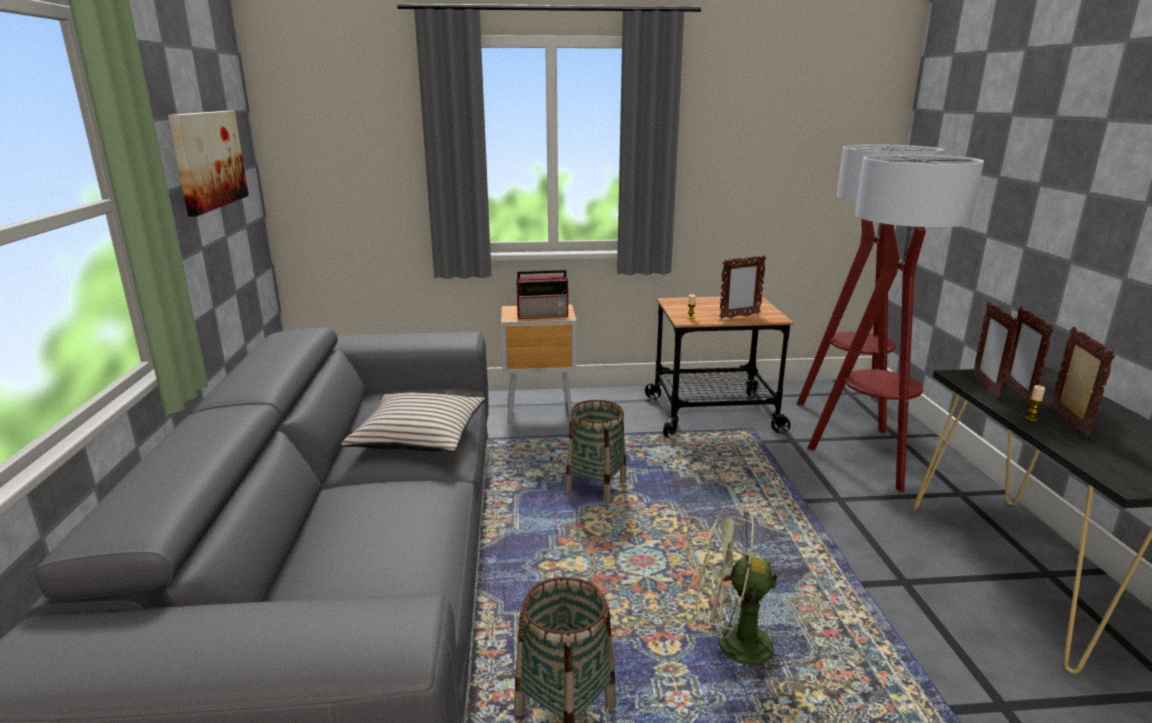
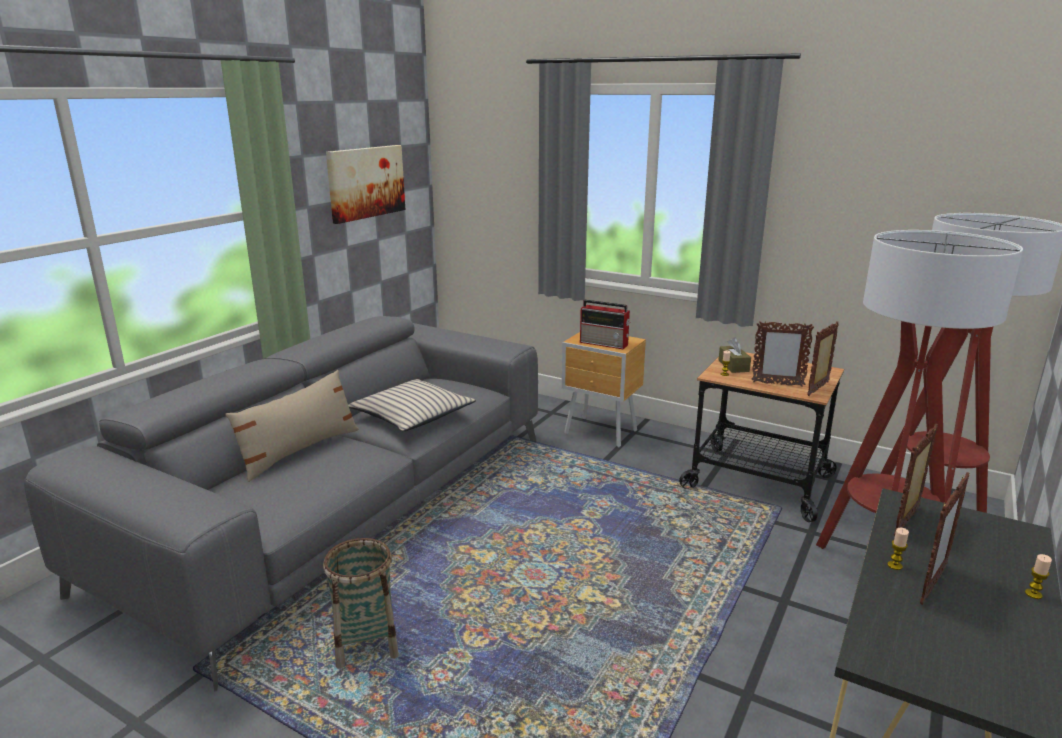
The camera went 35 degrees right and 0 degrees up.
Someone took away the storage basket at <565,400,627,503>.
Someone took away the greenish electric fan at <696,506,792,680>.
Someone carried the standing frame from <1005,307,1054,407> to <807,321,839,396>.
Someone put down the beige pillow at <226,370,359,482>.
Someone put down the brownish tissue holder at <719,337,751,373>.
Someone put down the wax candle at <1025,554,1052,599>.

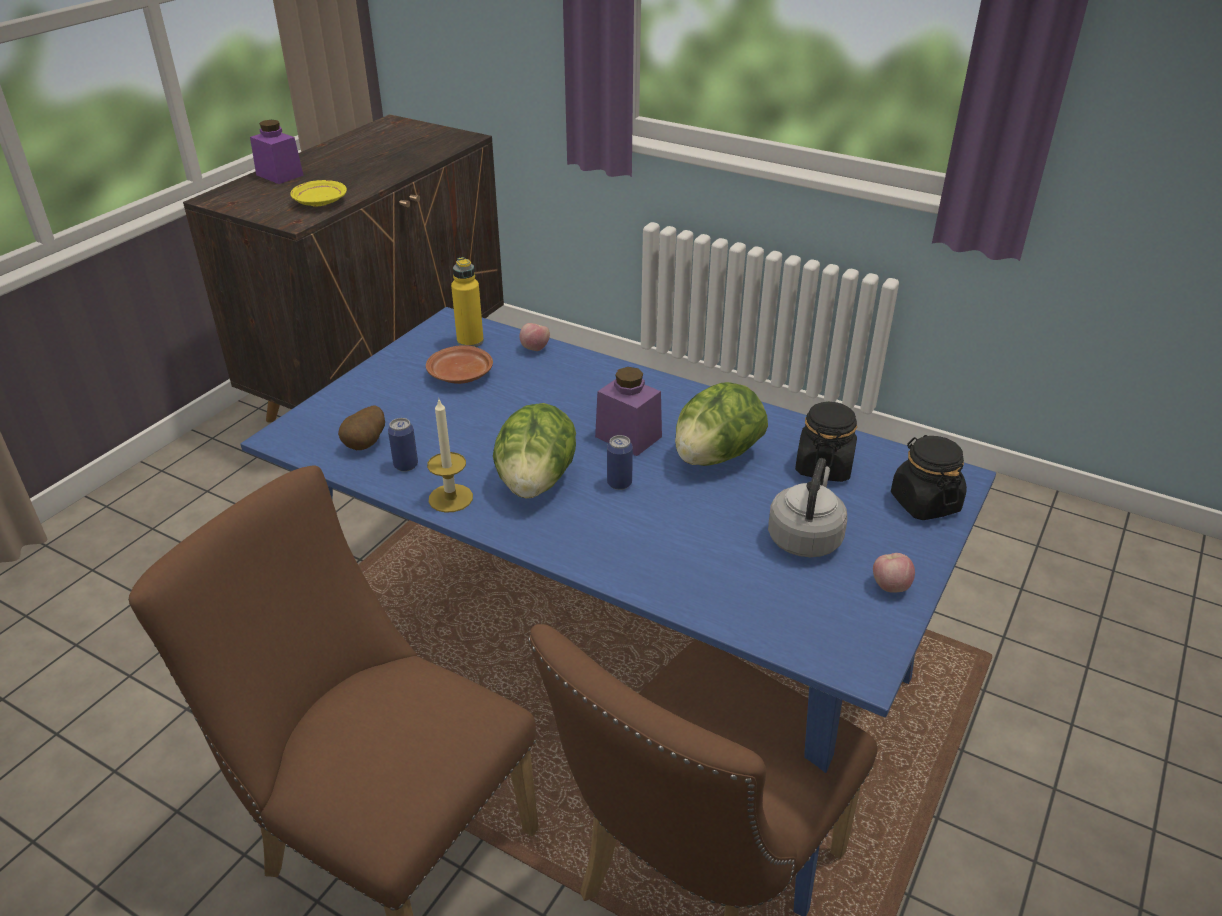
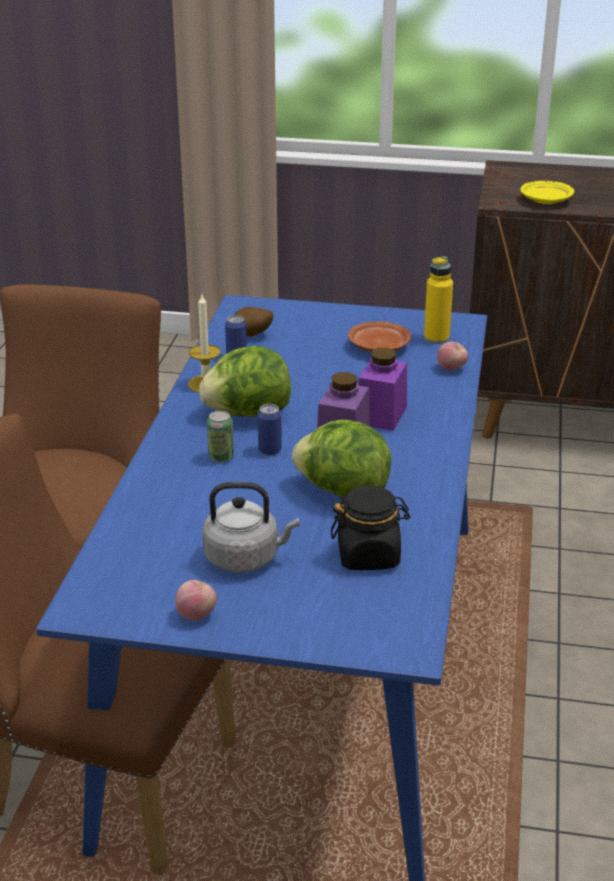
The camera went 70 degrees right and 5 degrees down.
Someone carried the purple-coloured storage jar from <250,120,304,184> to <358,348,407,431>.
Someone took away the blackish storage jar at <891,435,967,520>.
Someone put down the metal can at <207,410,234,462>.

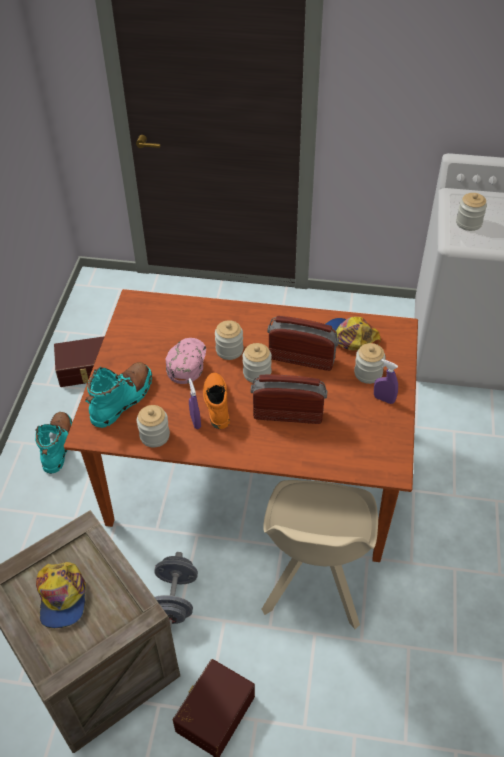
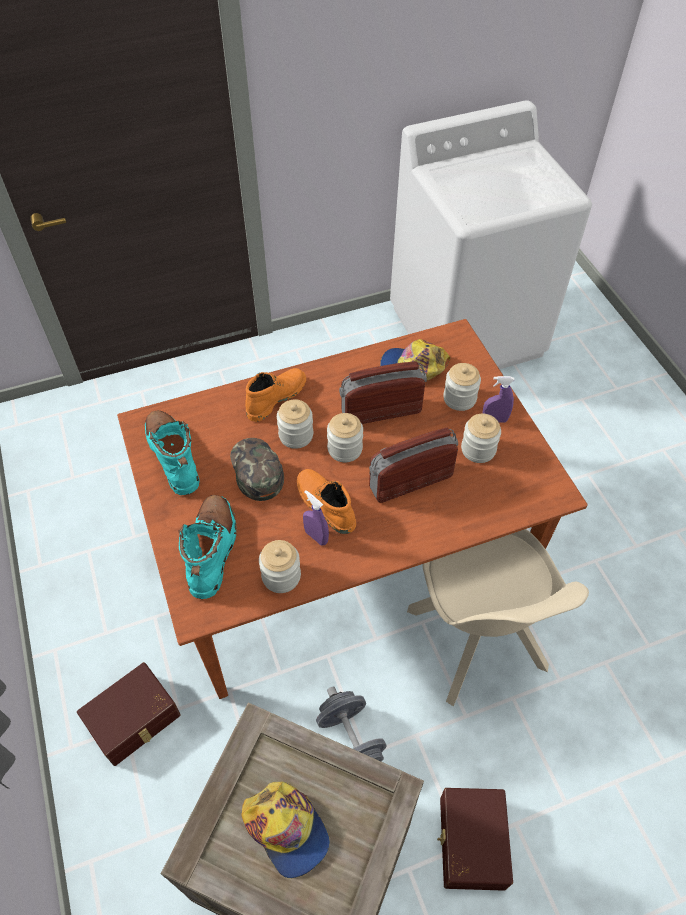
The camera went 30 degrees left and 5 degrees up.
Someone carried the turquoise-coloured high-top boot from <35,412,72,474> to <145,410,200,495>.
Someone carried the brownish storage container from <54,336,105,387> to <77,662,181,766>.
Someone repainted the pink baseball cap at <166,338,206,384>, which became the greenish baseball cap at <230,438,284,501>.
Someone carried the storage jar from <456,193,487,231> to <461,414,501,463>.
Someone put down the orange high-top boot at <245,368,306,422>.

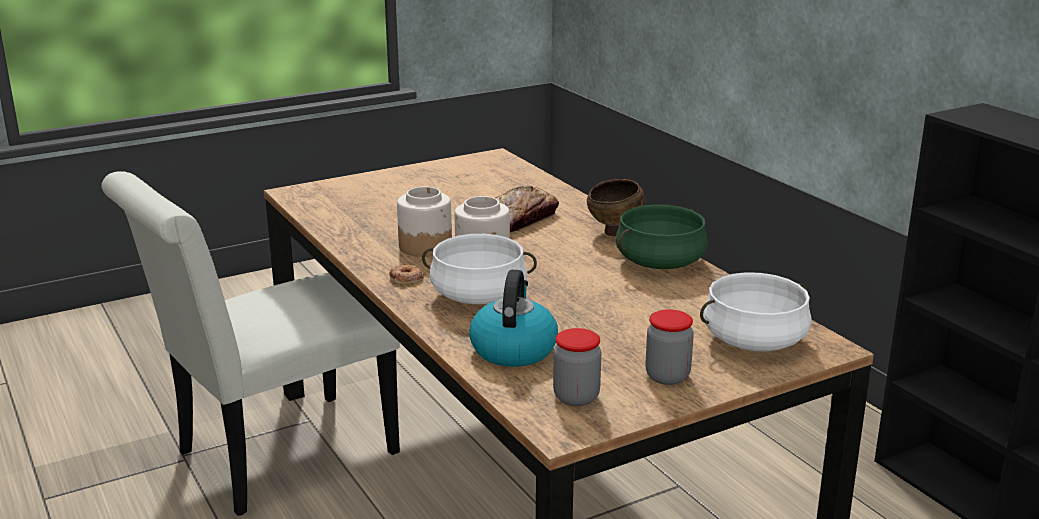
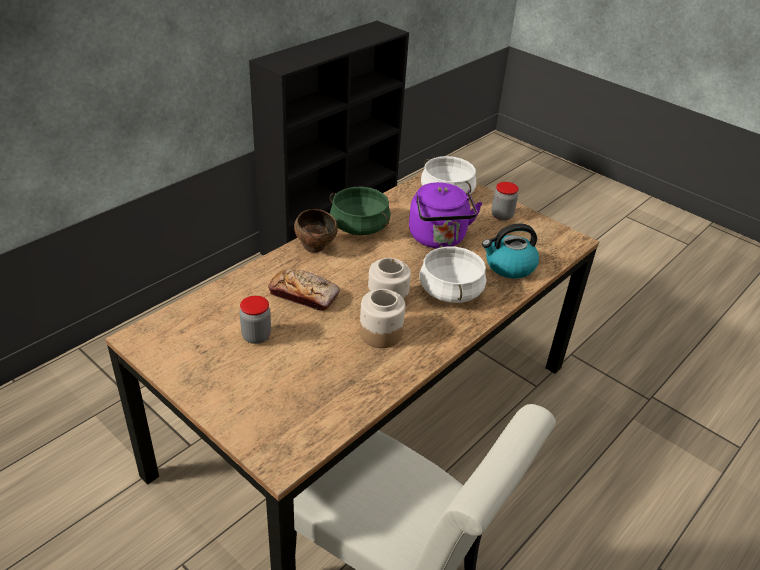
The camera went 110 degrees left and 15 degrees up.
Someone took away the doughnut at <389,265,424,284>.
Someone carried the storage jar from <553,328,601,406> to <240,296,271,344>.
Someone put down the purple-coloured tea kettle at <409,182,482,248>.

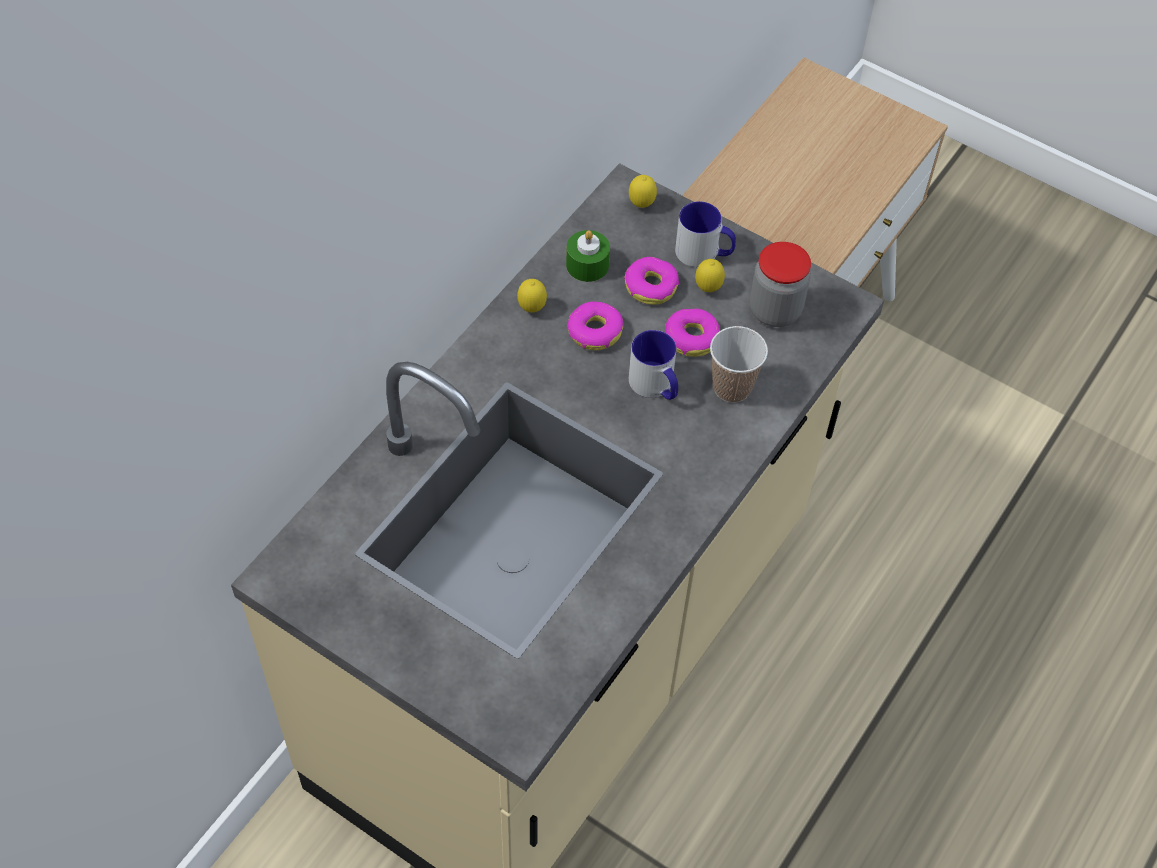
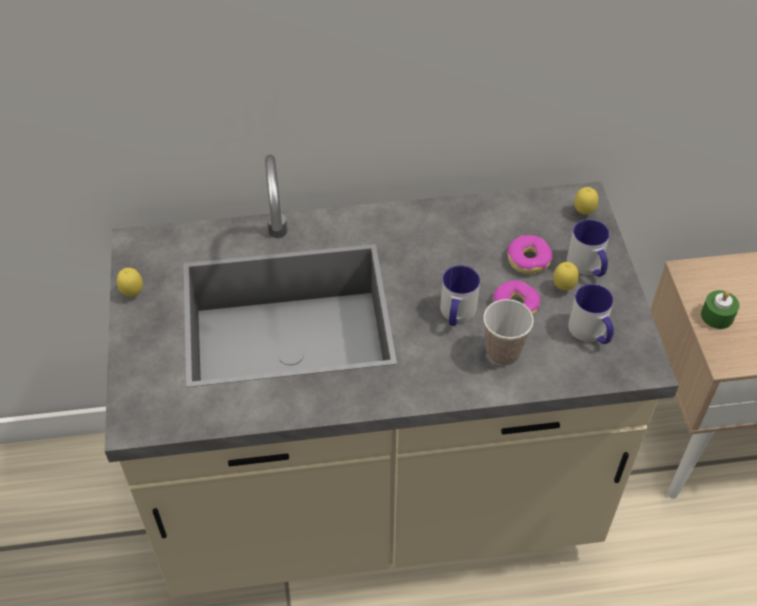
The camera went 50 degrees right and 5 degrees down.
Someone carried the whole lemon from <517,279,547,312> to <117,268,143,297>.
Someone carried the greenish wax candle from <566,230,610,282> to <701,290,739,329>.
Someone took away the doughnut at <568,301,624,350>.
Someone swapped the storage jar at <750,242,811,327> for the tea mug at <568,284,614,344>.

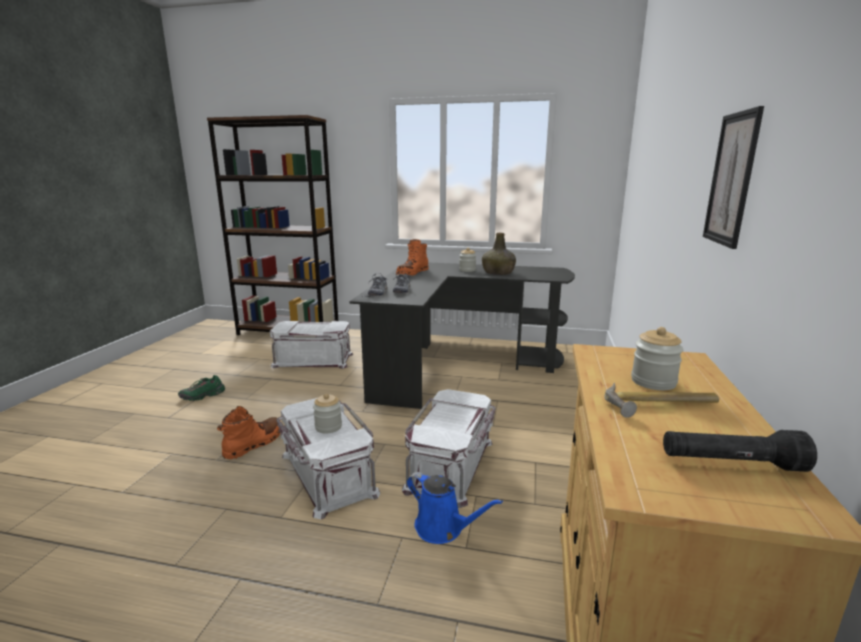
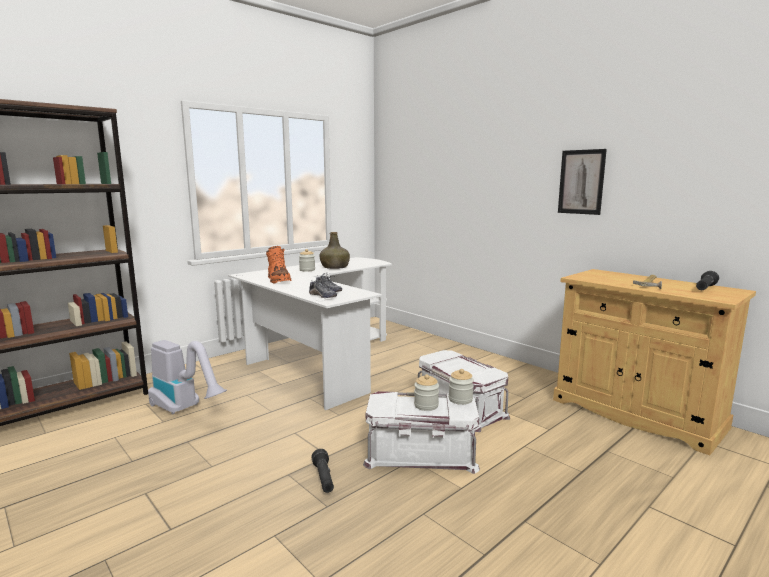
The camera went 55 degrees left and 5 degrees down.
Someone took away the greenish low shoe at <178,375,225,401>.
Someone swapped the orange high-top boot at <217,406,280,459> for the blackish hand torch at <312,449,334,493>.
Someone swapped the whitish storage container at <270,321,353,369> for the vacuum at <148,340,227,414>.
Someone repainted the blackish desk at <350,263,575,409>, which became the whitish desk at <228,257,392,410>.
Someone took away the blue sprinkling can at <407,472,503,544>.
Someone carried the storage jar from <631,327,684,390> to <449,369,474,405>.

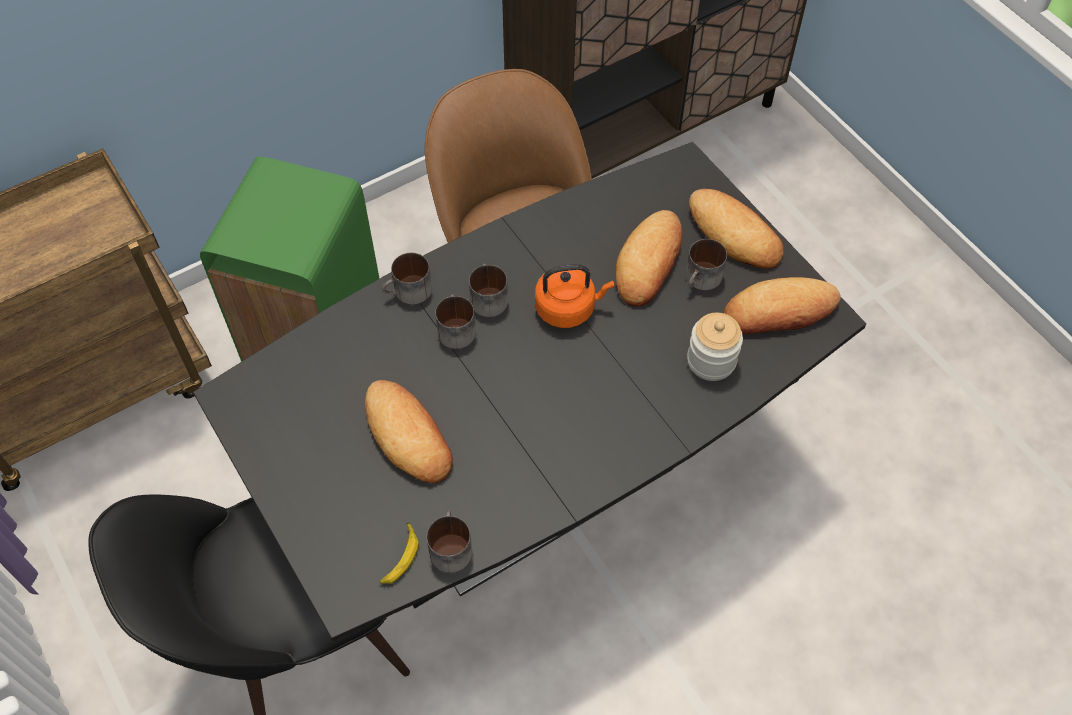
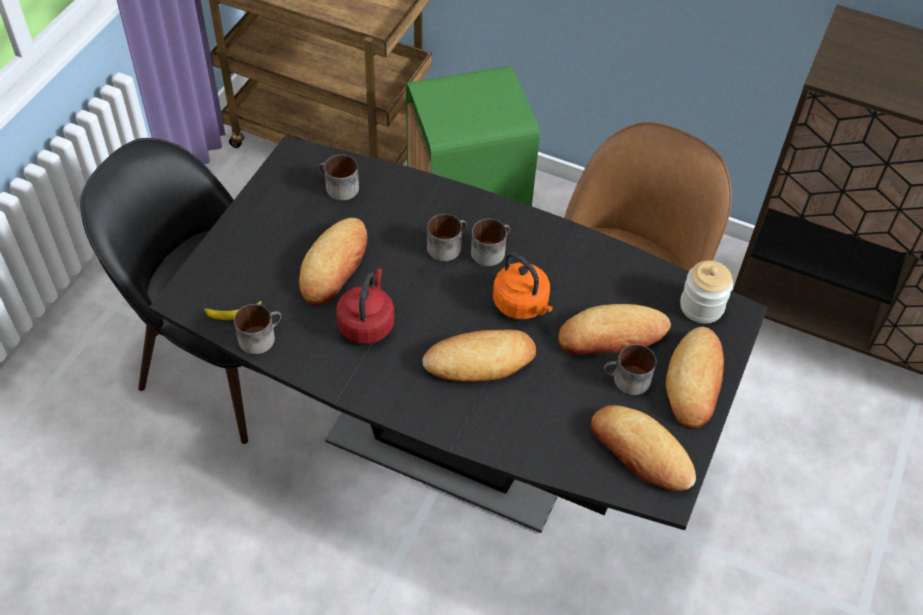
The camera went 55 degrees right and 5 degrees down.
Someone carried the tea mug from <382,253,432,304> to <318,154,359,201>.
Someone carried the storage jar from <687,313,743,381> to <680,260,733,324>.
Someone put down the red tea kettle at <336,268,394,344>.
Someone put down the baked bread at <423,330,536,382>.

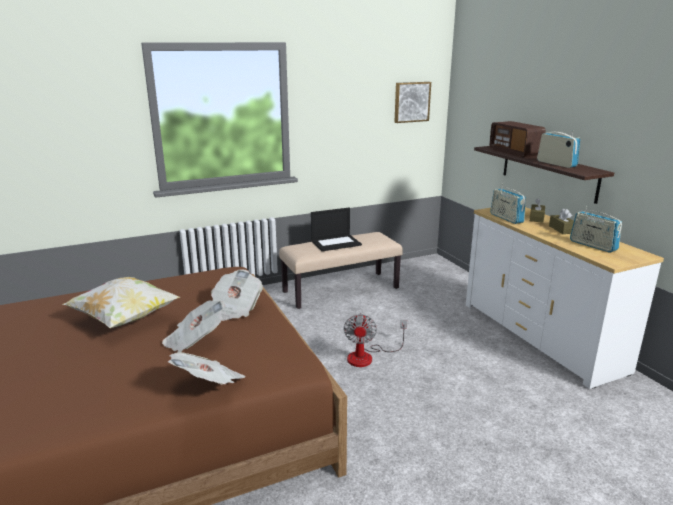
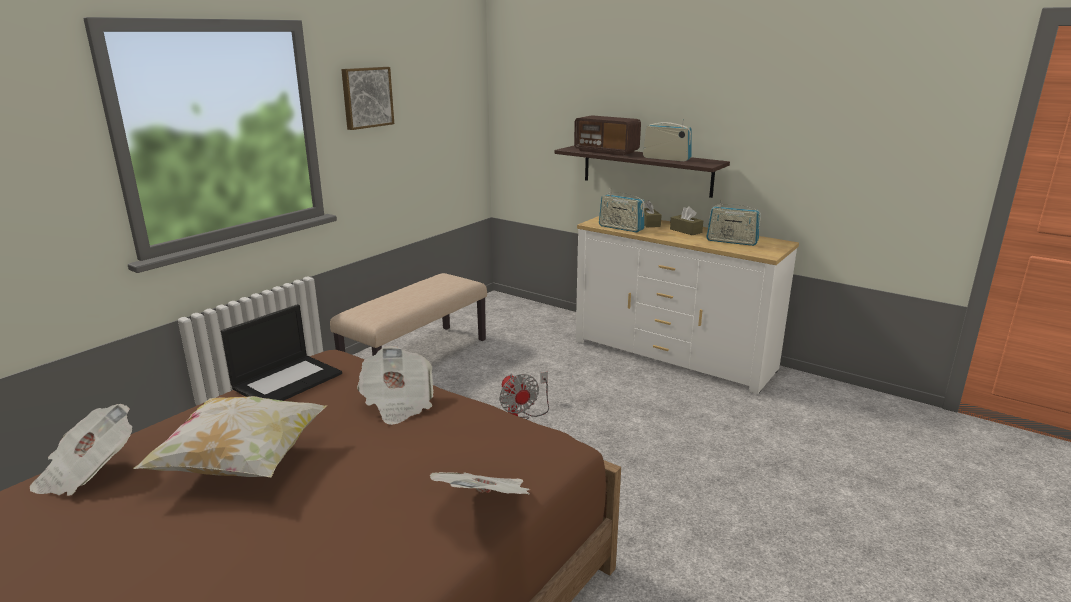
The camera went 30 degrees left and 0 degrees up.
Someone carried the printed paper from <162,300,225,352> to <30,404,132,496>.
Someone carried the portable computer from <311,208,362,251> to <221,304,342,401>.
Someone carried the wall art from <394,82,431,123> to <341,67,394,130>.

